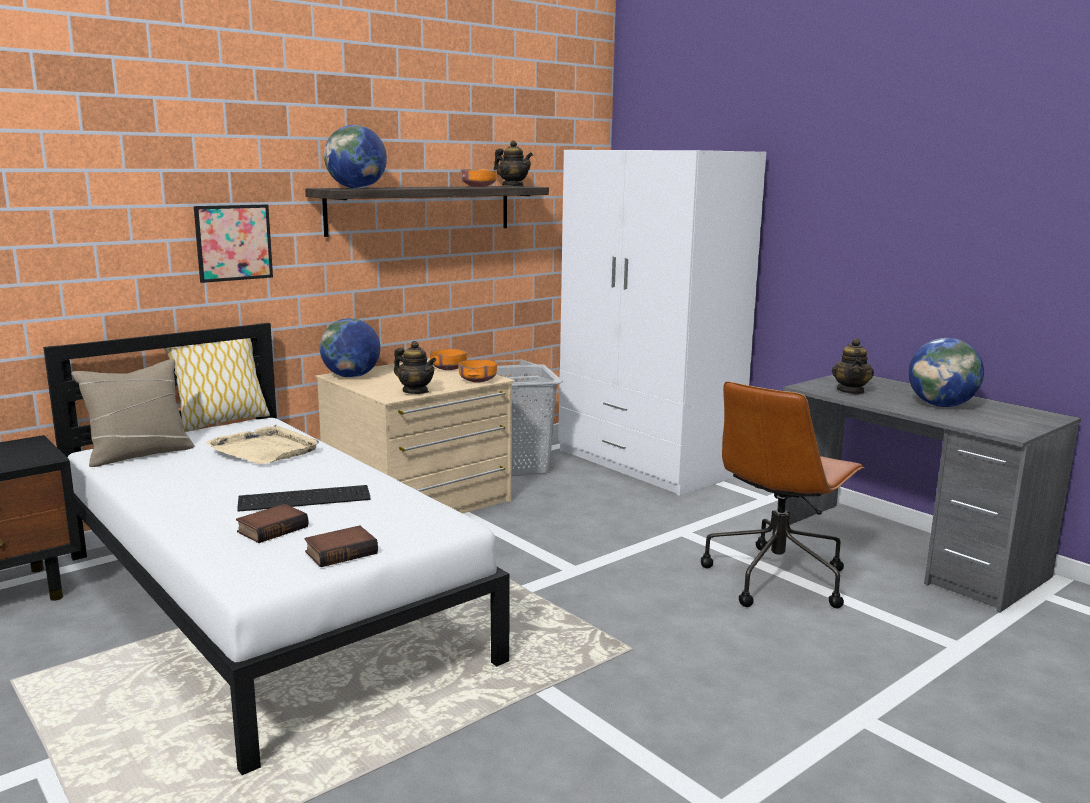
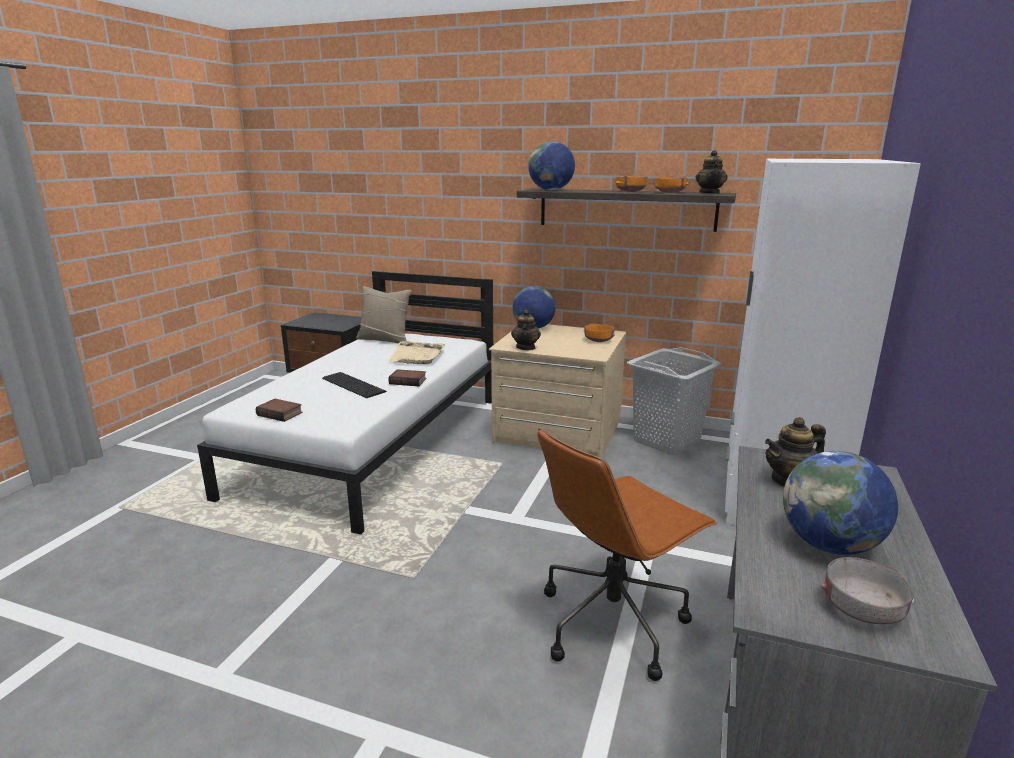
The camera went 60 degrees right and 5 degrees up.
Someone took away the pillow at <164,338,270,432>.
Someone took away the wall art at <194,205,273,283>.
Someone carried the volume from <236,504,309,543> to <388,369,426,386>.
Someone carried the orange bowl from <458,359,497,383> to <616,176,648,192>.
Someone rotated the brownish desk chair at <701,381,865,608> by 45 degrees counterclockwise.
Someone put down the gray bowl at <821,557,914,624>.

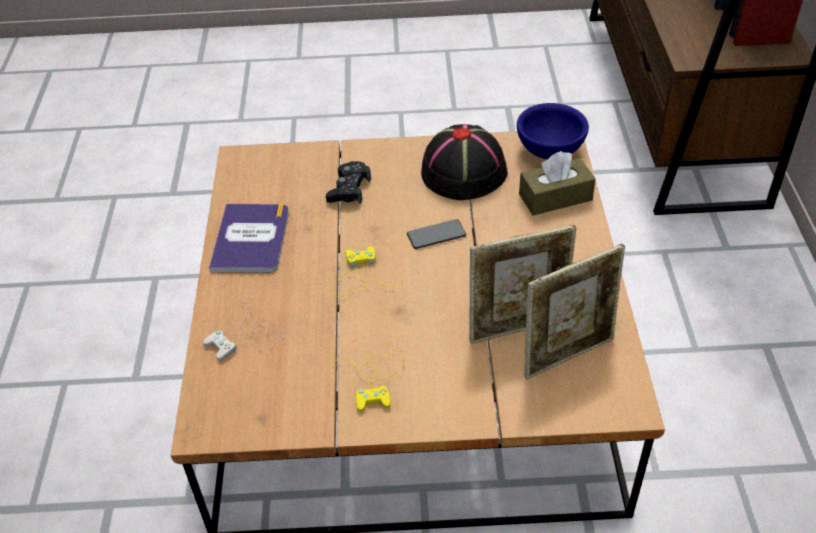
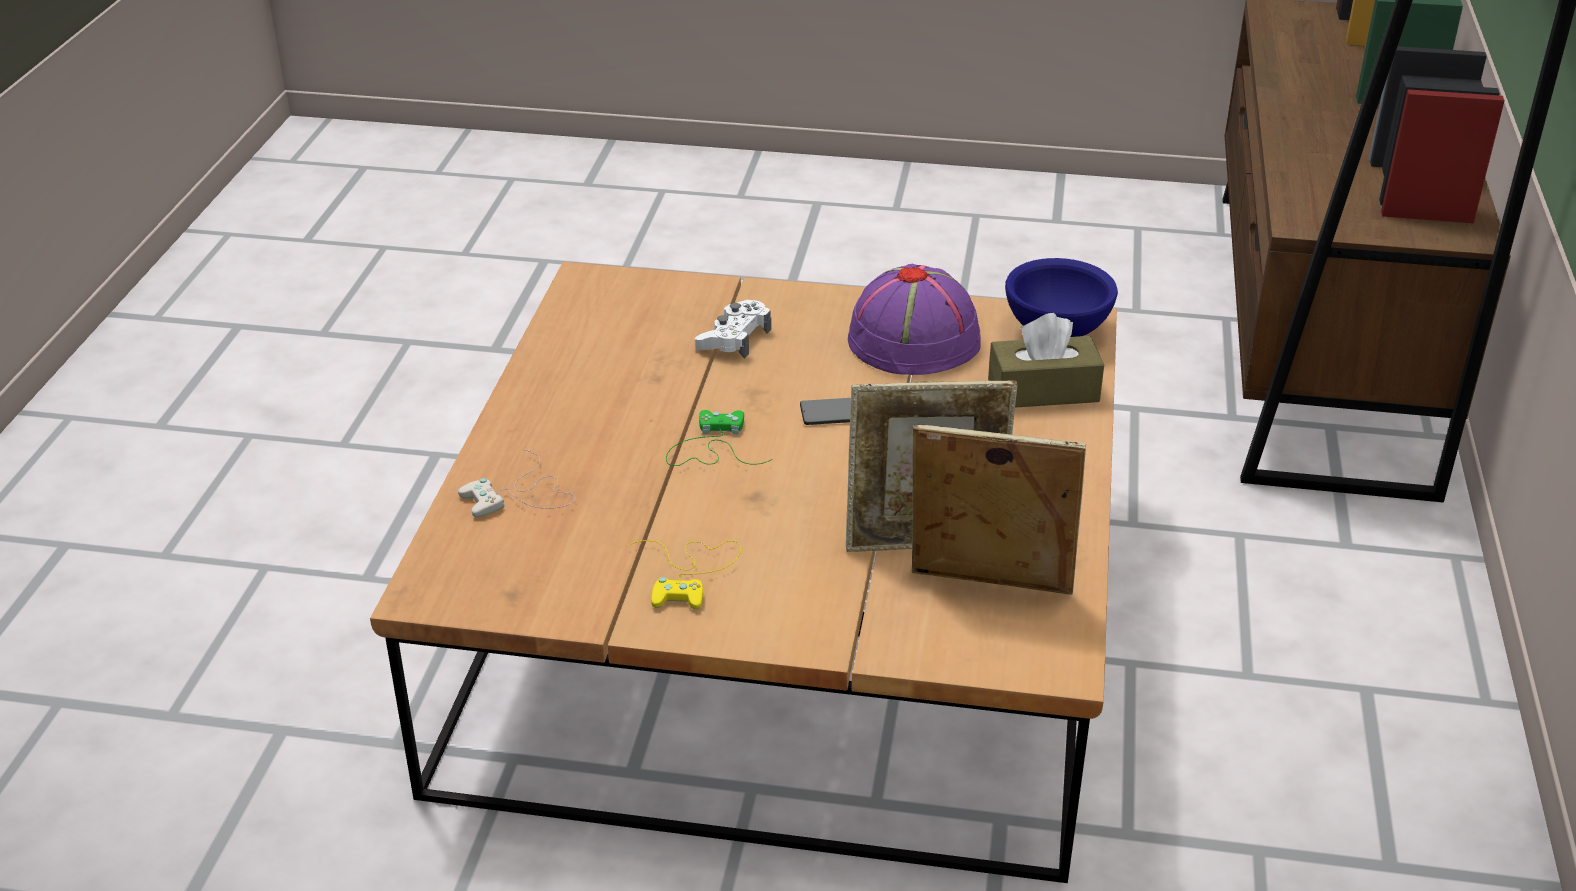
The camera went 10 degrees right and 10 degrees down.
Someone took away the volume at <209,204,289,273>.
Someone repainted the blackish joypad at <326,161,371,204>, which became the whitish joypad at <695,300,771,359>.
Someone repainted the yellow-coloured joypad at <333,246,402,297>, which became the greenish joypad at <666,410,772,466>.
Someone repainted the blackish hat at <421,124,508,200>, which became the purple-coloured hat at <848,264,981,375>.
Someone rotated the standing frame at <524,244,625,380> by 150 degrees counterclockwise.

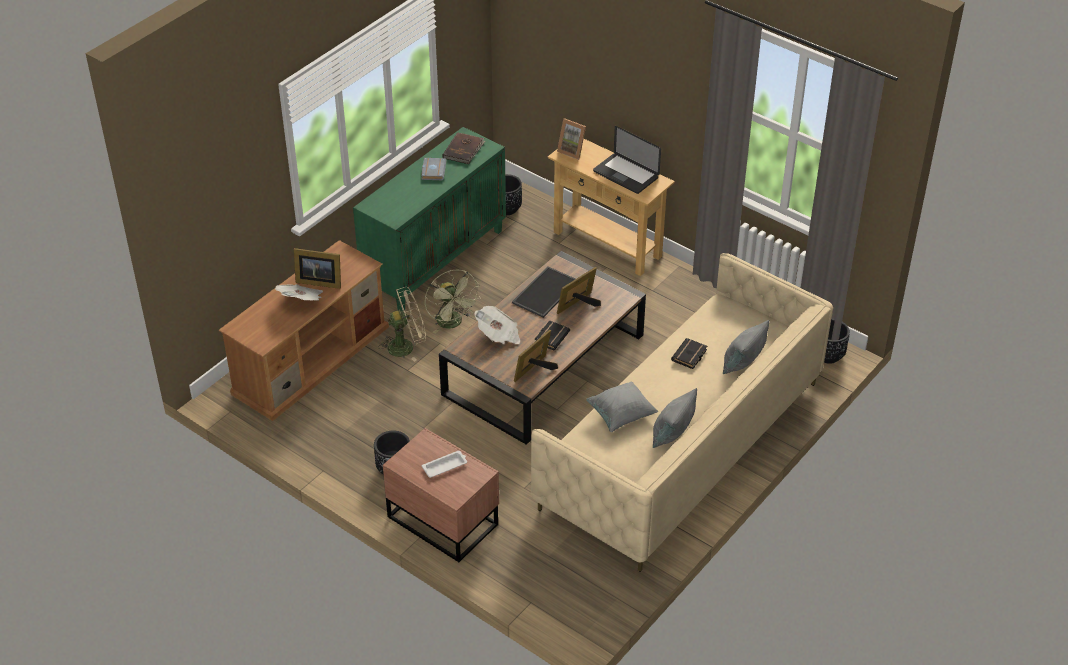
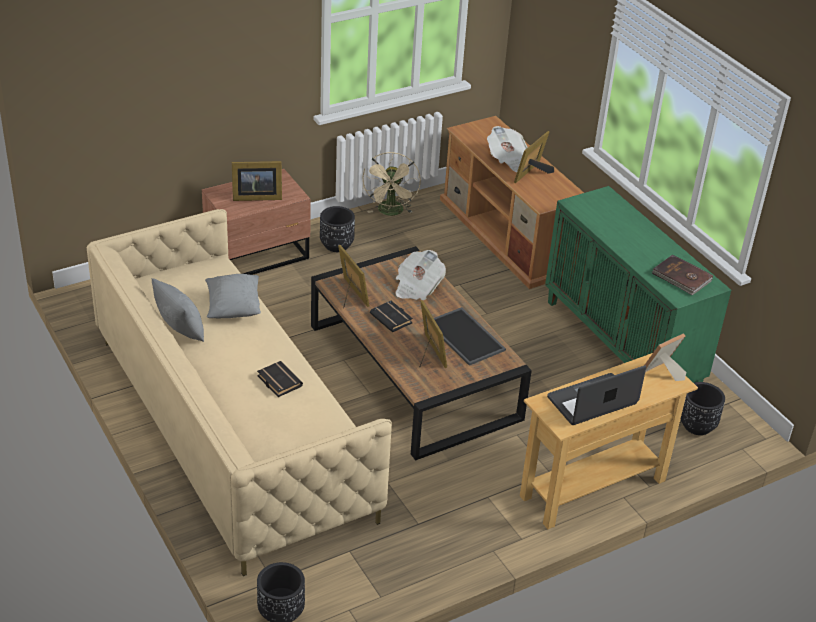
The camera went 110 degrees right and 5 degrees down.
Someone carried the beige electric fan from <379,287,426,362> to <362,152,421,216>.
Someone took away the gray volume at <421,158,447,180>.
Someone swapped the whitish carrying tray at <422,451,467,478> for the standing frame at <232,161,282,201>.
Someone took away the greenish electric fan at <425,270,481,334>.
Someone took away the gray pillow at <723,320,769,374>.

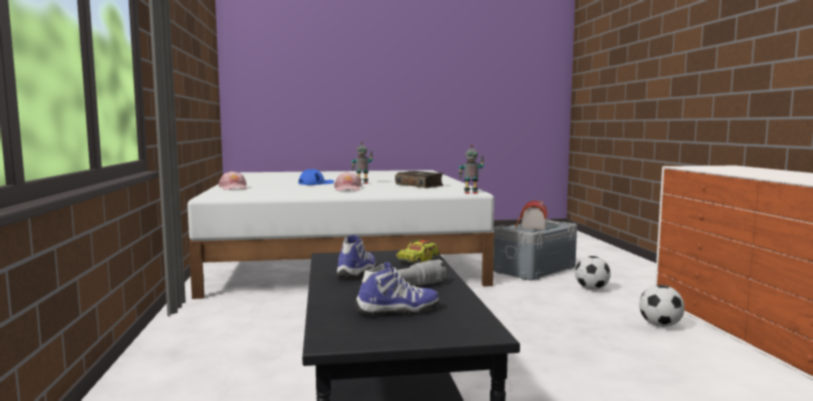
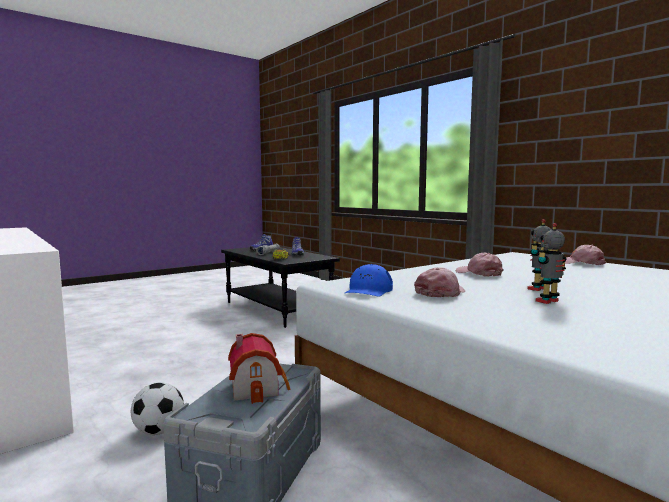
The camera went 150 degrees right and 0 degrees up.
Someone carried the blue baseball cap from <299,169,334,185> to <345,264,393,297>.
Someone swapped the volume at <395,171,444,188> for the pink baseball cap at <414,267,465,297>.
Someone carried the model robot from <459,144,484,194> to <536,223,567,304>.
Someone took away the football at <639,285,685,327>.

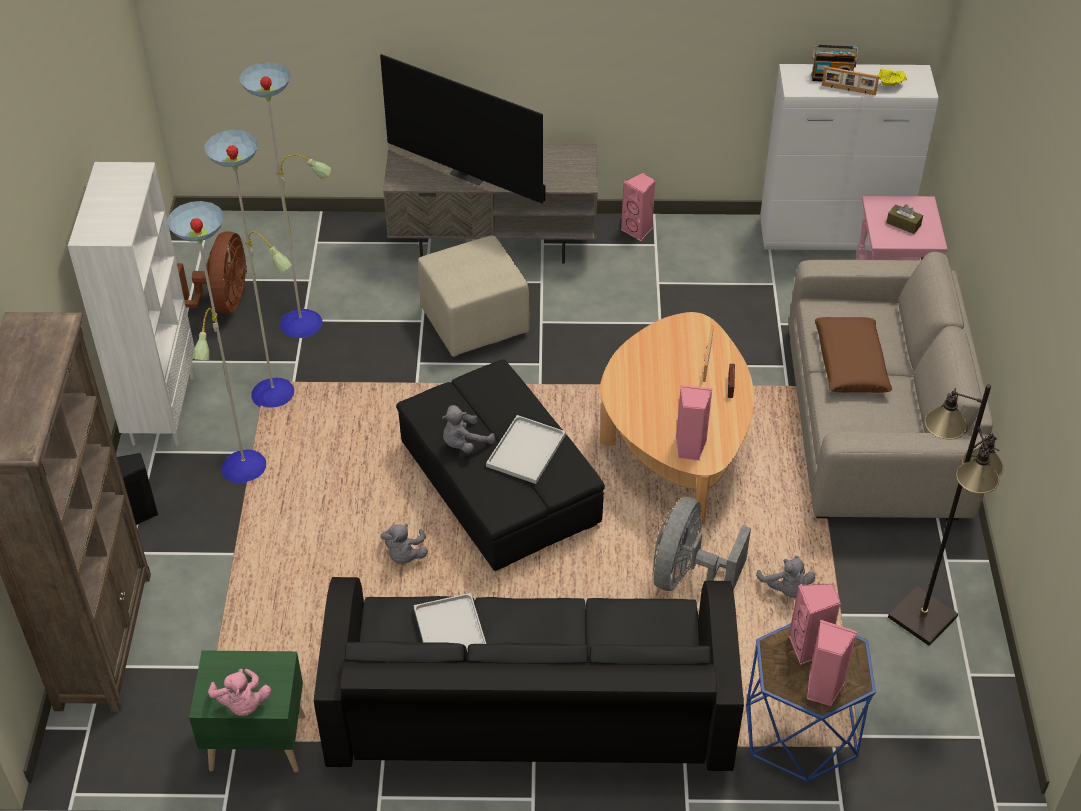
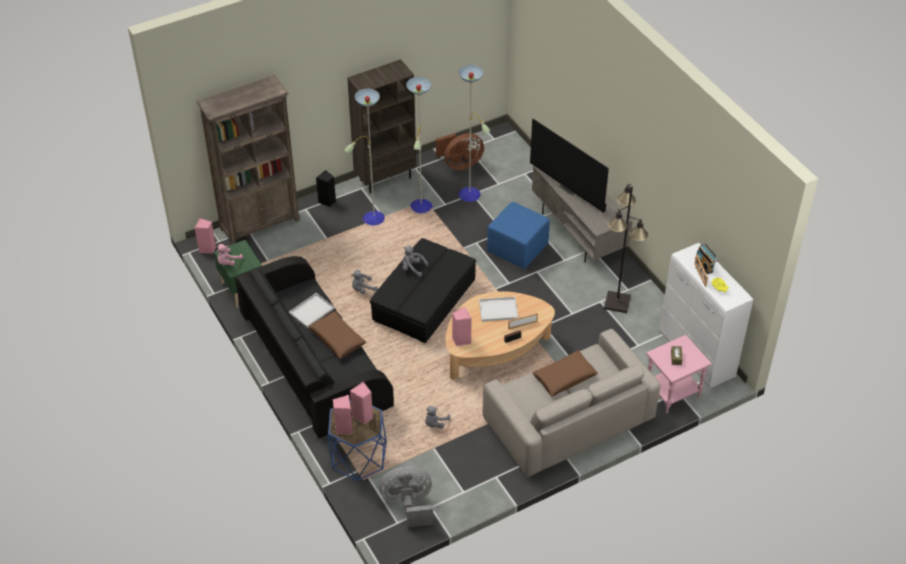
The camera went 60 degrees right and 0 degrees up.
Someone repainted the whitish bookshelf at <68,162,195,446>, which became the brownish bookshelf at <347,59,416,194>.
Someone rotated the TV set at <380,54,545,204> by 45 degrees counterclockwise.
Someone repainted the beige footrest at <418,235,530,357>, which became the blue footrest at <487,202,550,269>.
Someone carried the whitish carrying tray from <486,415,566,484> to <479,297,519,322>.
Someone carried the pink loudspeaker from <621,172,656,241> to <195,218,216,254>.
Someone carried the gray electric fan from <653,497,751,591> to <380,466,433,528>.
Someone carried the blackish standard lamp from <888,384,1004,646> to <604,184,648,313>.
Someone put down the brownish pillow at <308,311,366,359>.

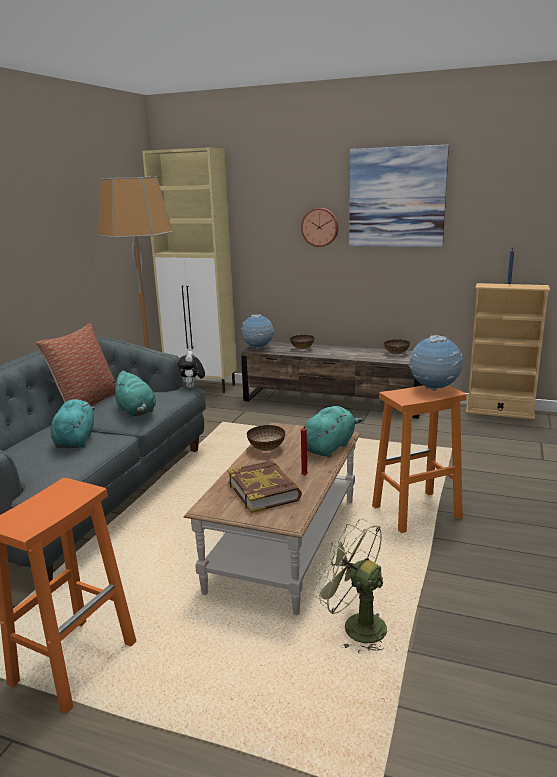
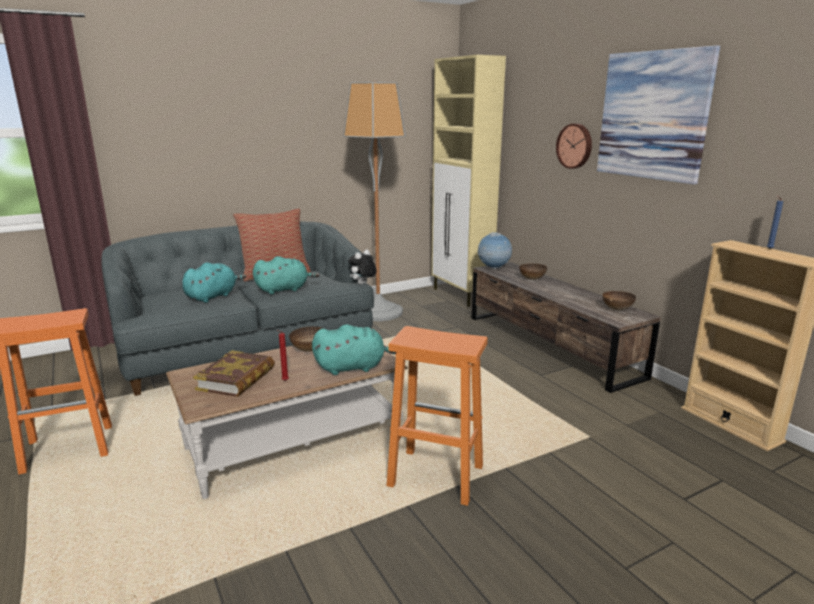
The camera went 40 degrees right and 0 degrees up.
Someone rotated the turquoise-coloured soft toy at <112,371,156,417> by 120 degrees counterclockwise.
Someone took away the greenish electric fan at <313,518,387,653>.
Someone took away the desk globe at <408,335,463,391>.

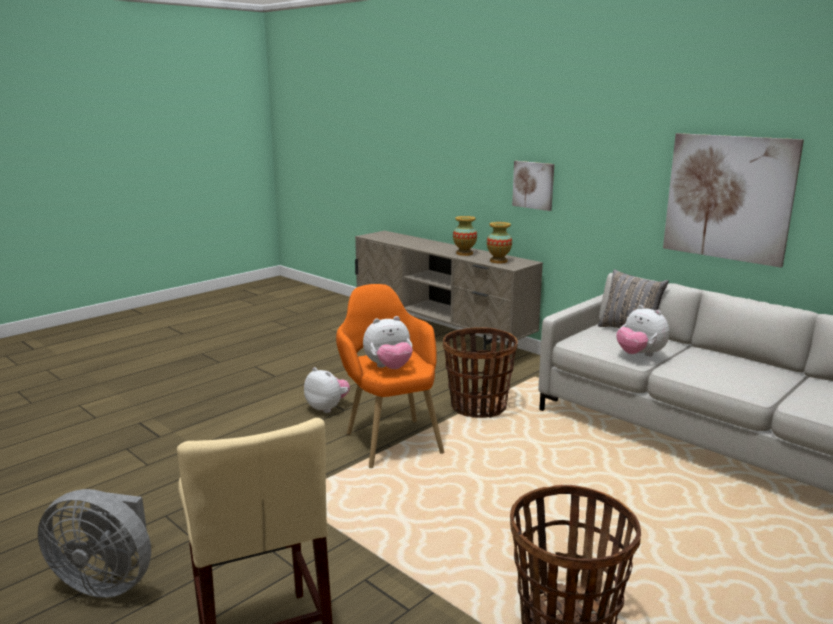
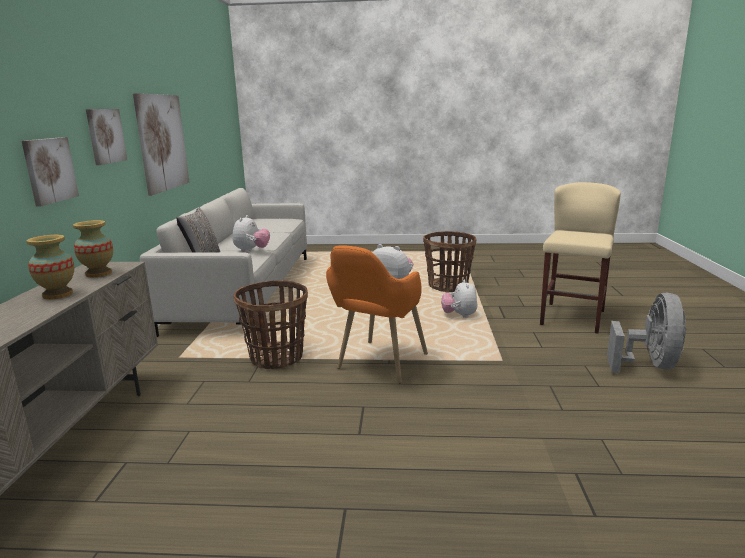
The camera went 130 degrees left and 0 degrees up.
Someone rotated the gray electric fan at <38,489,151,598> by 45 degrees clockwise.
Someone carried the soft toy from <304,367,350,413> to <441,280,477,318>.
Someone put up the wall art at <86,109,127,165>.

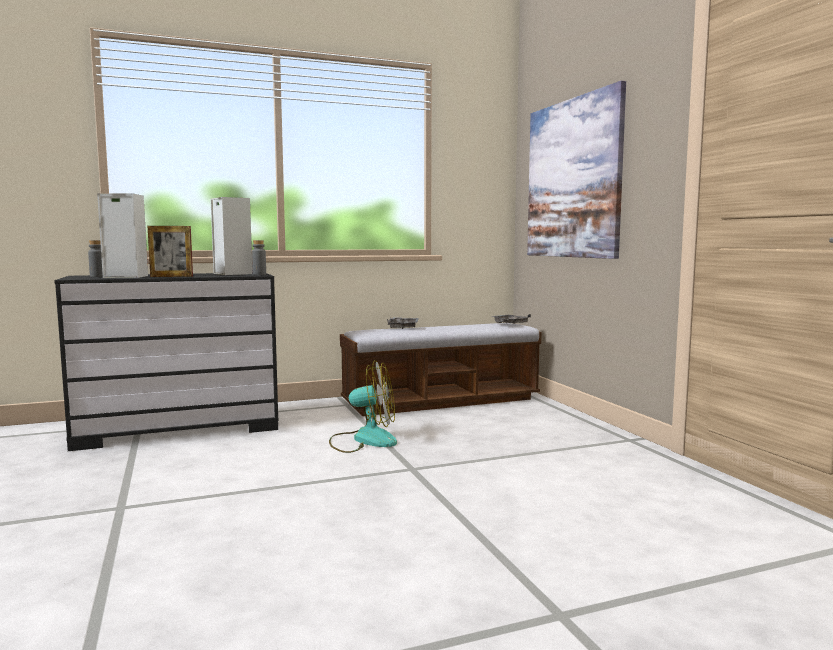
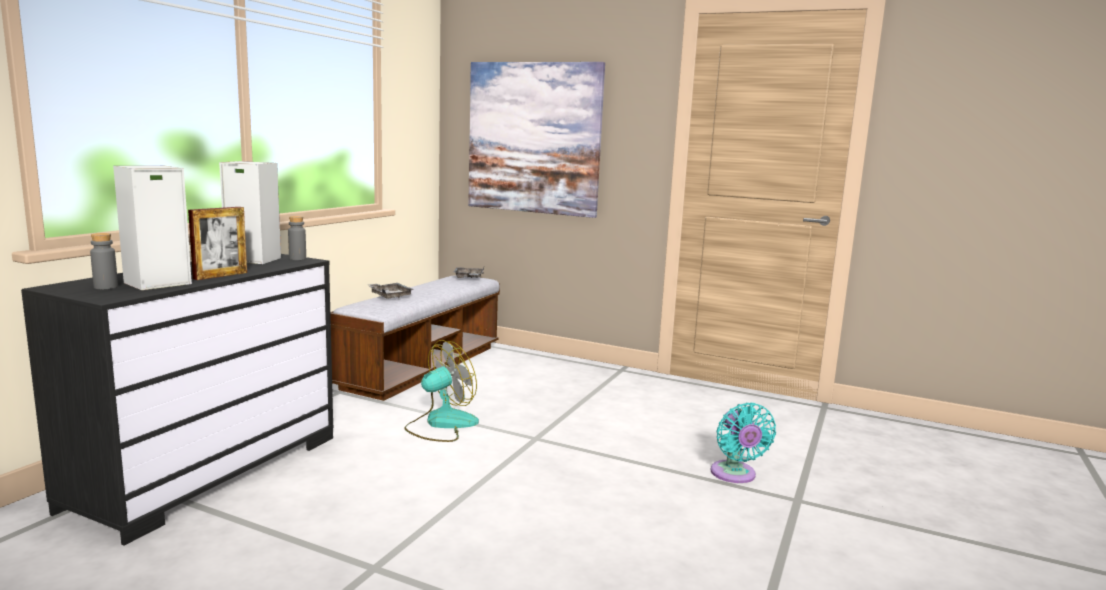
The camera went 45 degrees left and 5 degrees up.
Someone put down the turquoise-coloured electric fan at <711,403,776,483>.

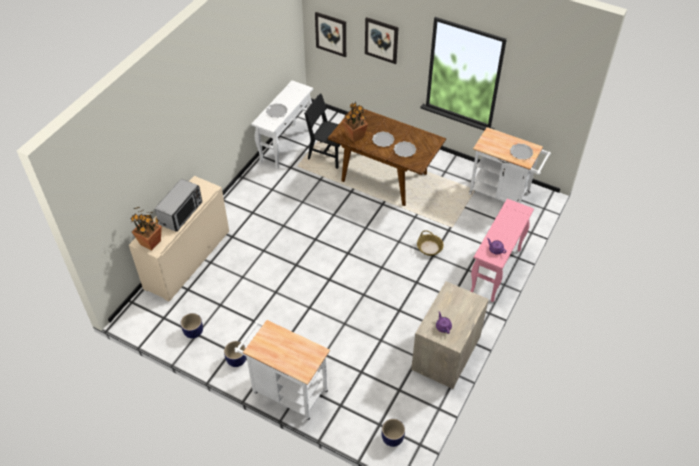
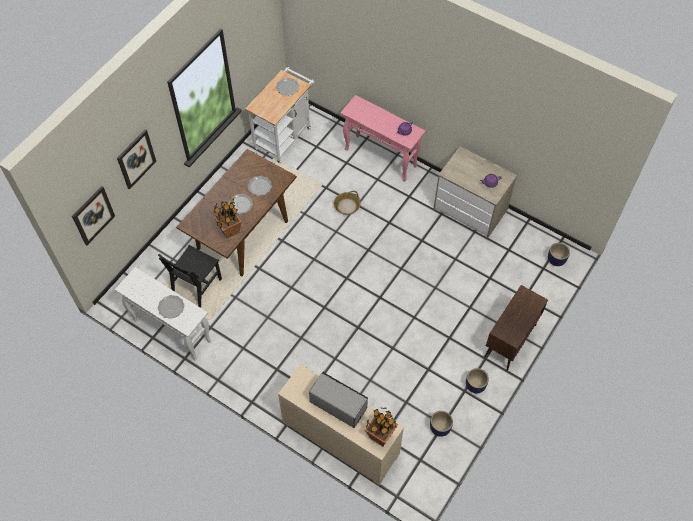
The camera went 85 degrees left and 10 degrees up.
Someone swapped the whitish trolley at <234,320,330,421> for the brownish cabinet at <484,285,548,371>.

